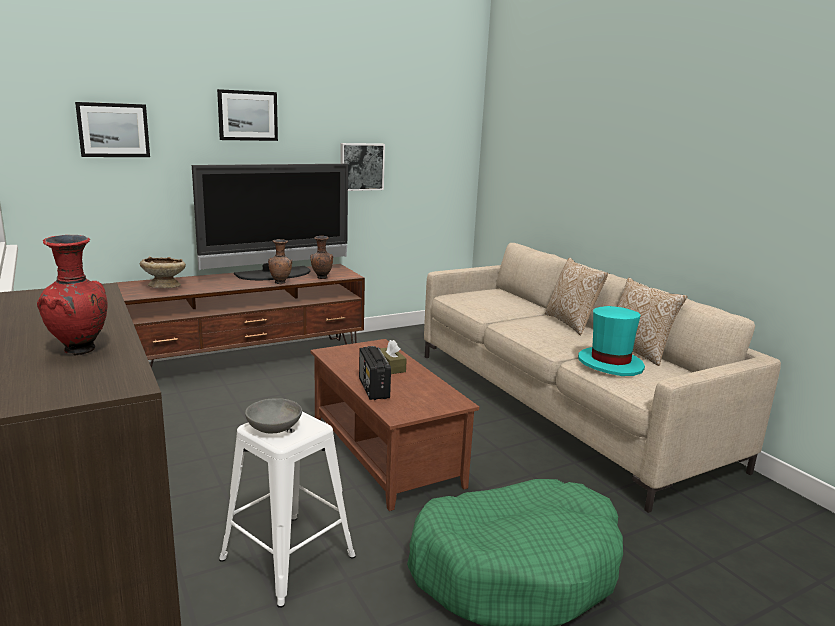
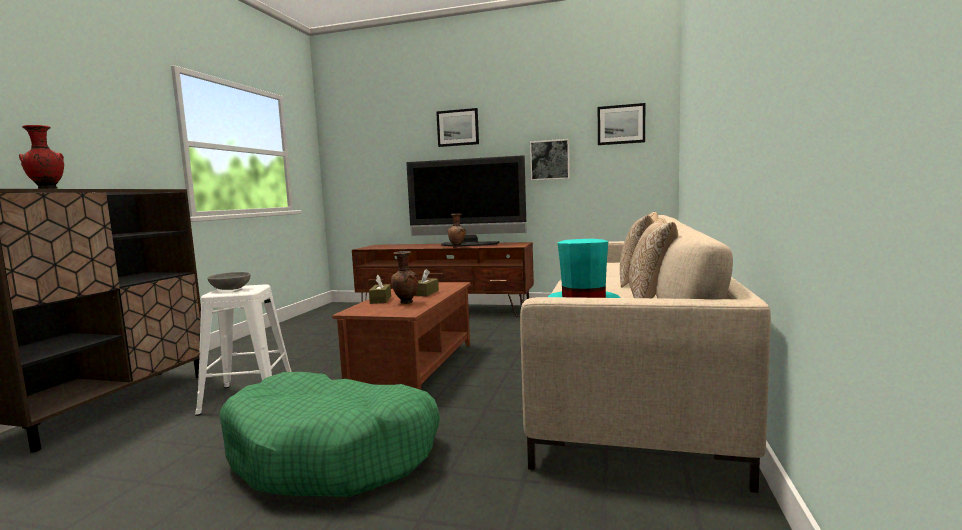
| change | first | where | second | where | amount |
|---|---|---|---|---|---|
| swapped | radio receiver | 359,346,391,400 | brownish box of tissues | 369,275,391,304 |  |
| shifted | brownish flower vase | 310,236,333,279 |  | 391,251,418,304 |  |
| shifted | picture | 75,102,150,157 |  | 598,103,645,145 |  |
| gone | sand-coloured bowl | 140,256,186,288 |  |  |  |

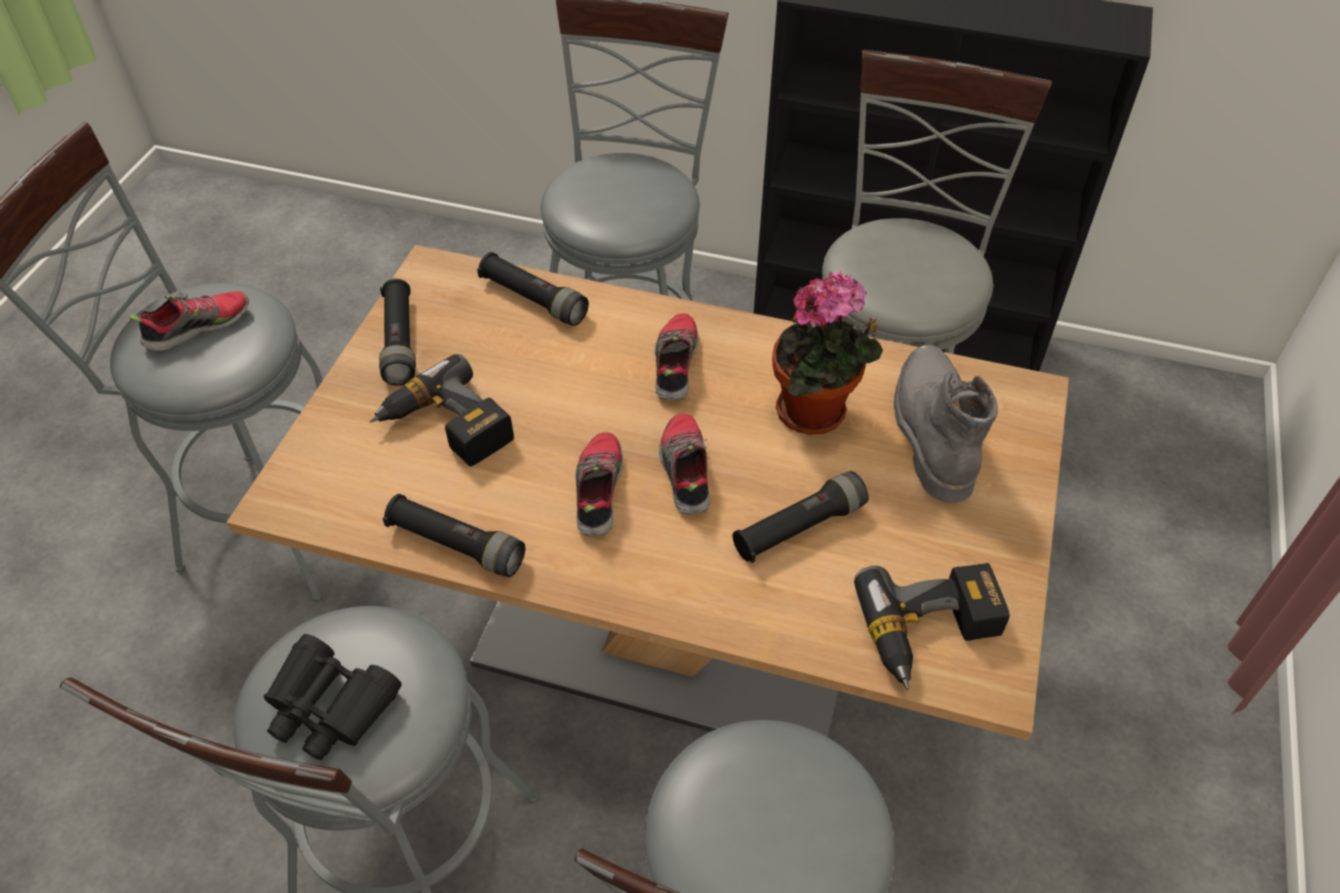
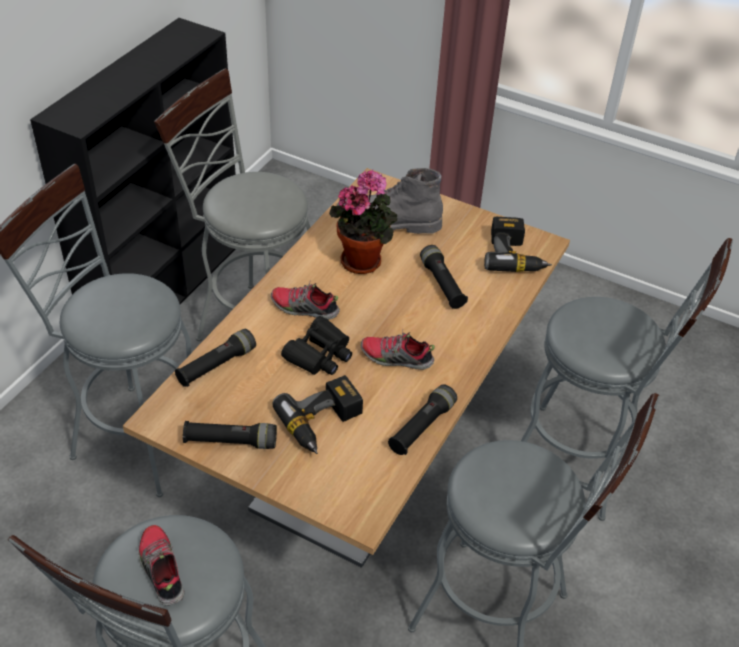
| change | first | where | second | where | amount |
|---|---|---|---|---|---|
| shifted | blackish binoculars | 264,634,402,760 |  | 281,316,352,375 |  |
| gone | low shoe | 659,413,710,514 |  |  |  |

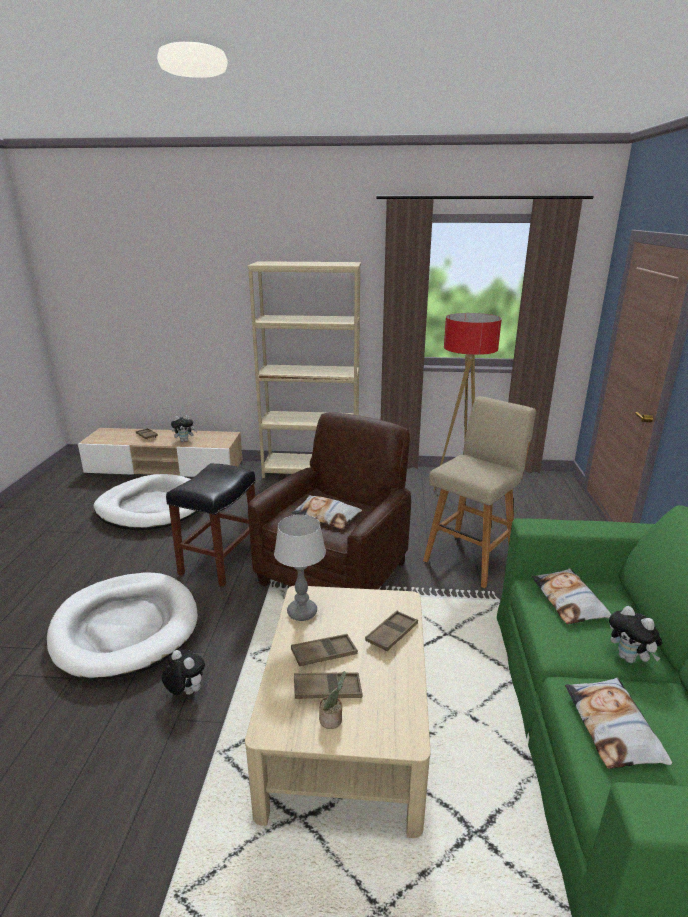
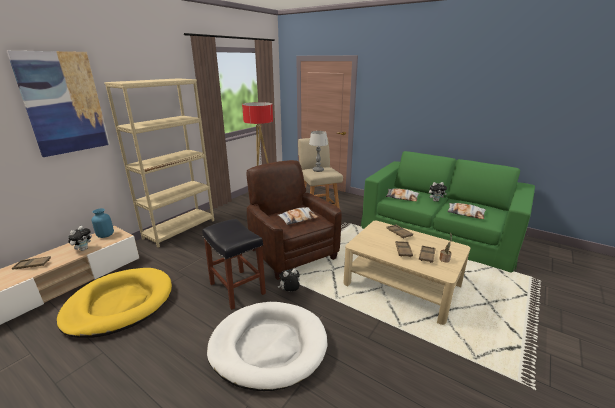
| change | first | where | second | where | amount |
|---|---|---|---|---|---|
| new |  |  | picture | 7,51,110,157 |  |
| repainted | whitish pet bed | 93,474,199,530 | yellow-coloured pet bed | 57,268,172,338 |  |
| new |  |  | blue-coloured flower vase | 91,208,114,238 |  |
| shifted | soft toy | 162,649,205,695 |  | 278,269,300,292 |  |
| shifted | tabletop lamp | 274,515,326,621 |  | 309,131,328,172 |  |

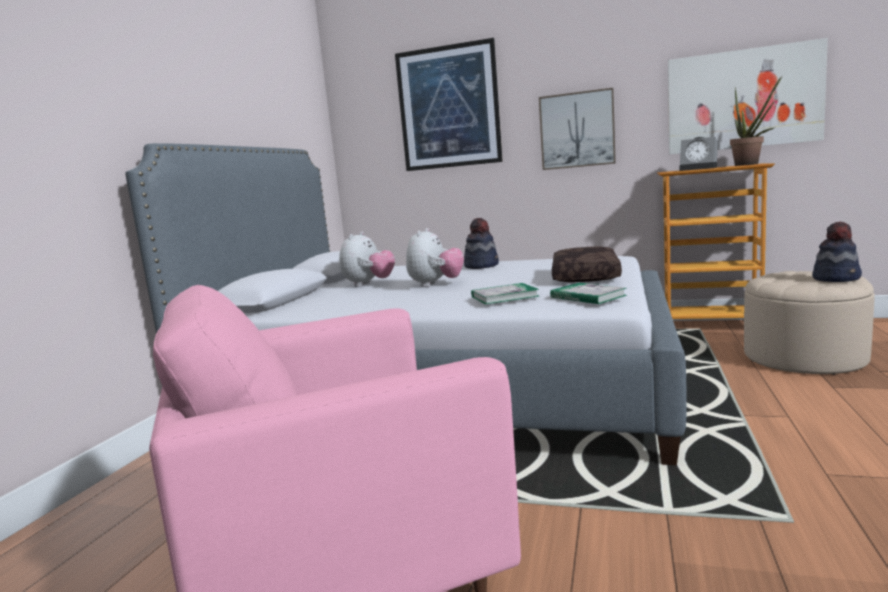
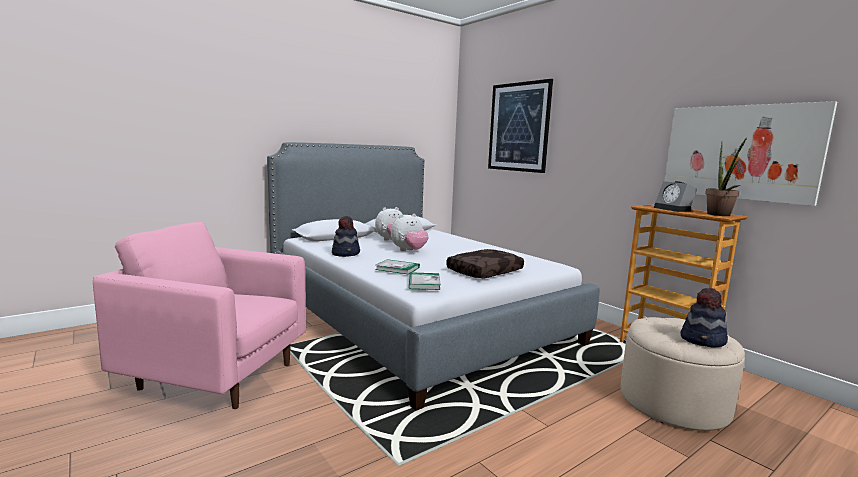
| change | first | where | second | where | amount |
|---|---|---|---|---|---|
| shifted | wearable hat | 464,218,499,269 |  | 332,216,360,257 |  |
| gone | picture | 539,88,616,170 |  |  |  |

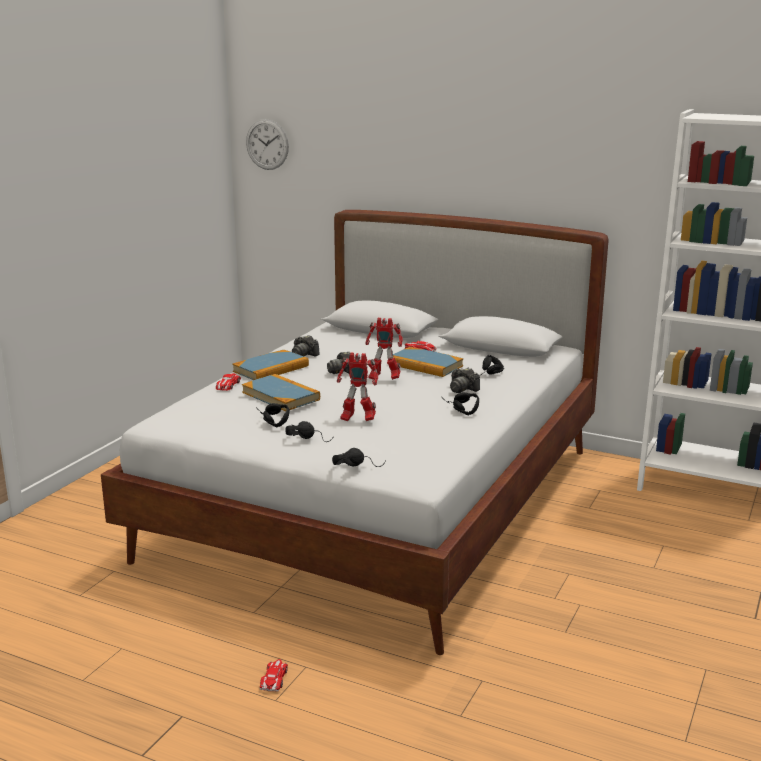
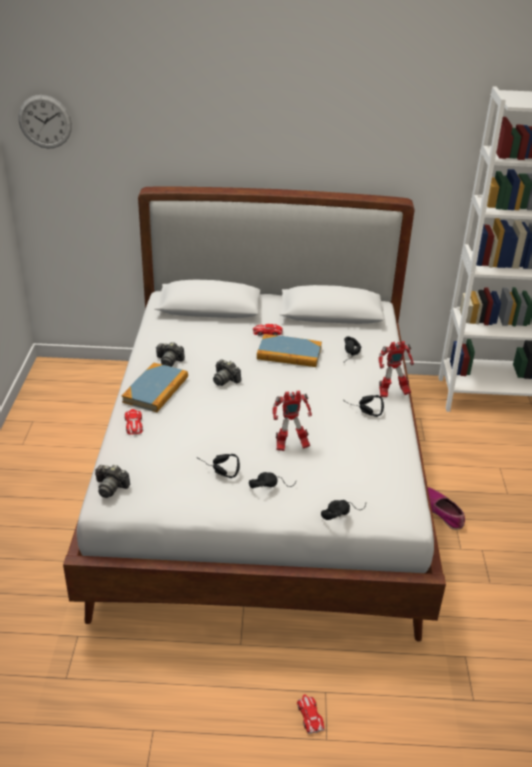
| change | first | where | second | where | amount |
|---|---|---|---|---|---|
| shifted | still camera | 450,368,480,393 |  | 95,465,130,498 |  |
| shifted | model robot | 365,318,403,380 |  | 378,341,414,397 |  |
| new |  |  | low shoe | 428,487,465,530 |  |
| gone | volume | 242,374,320,411 |  |  |  |

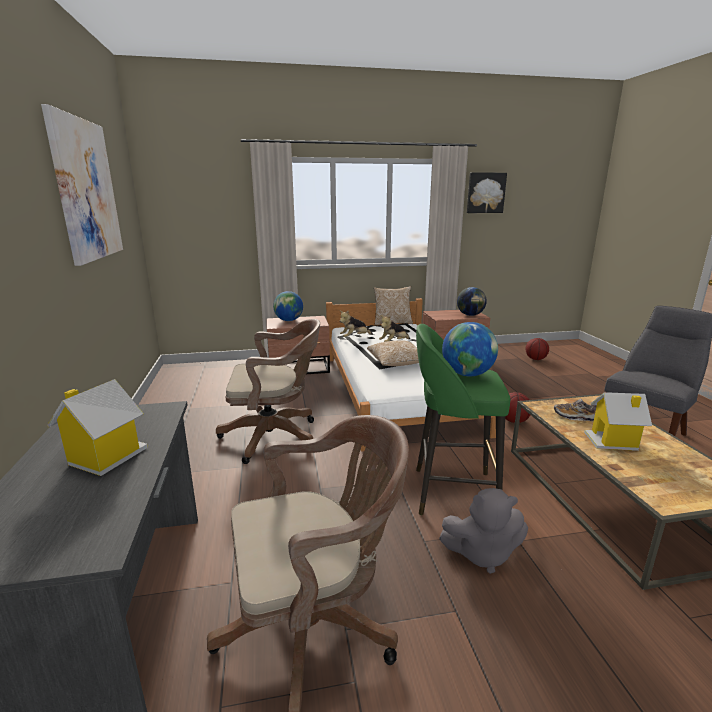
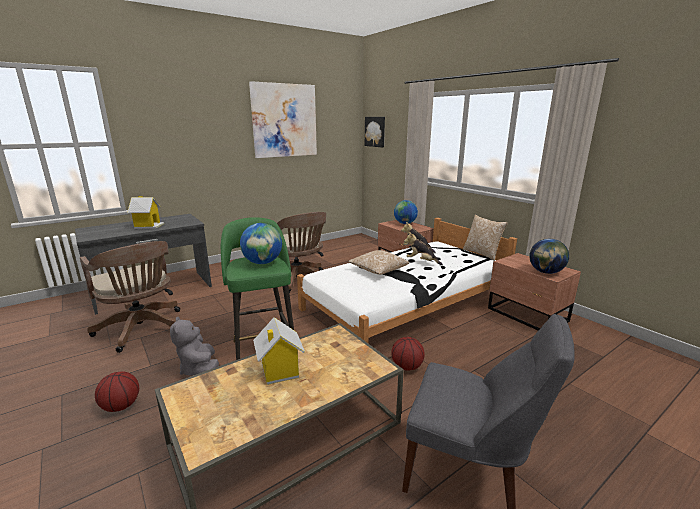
| change | first | where | second | where | amount |
|---|---|---|---|---|---|
| shifted | basketball ball | 525,338,549,360 |  | 95,371,139,412 |  |
| shifted | picture | 467,172,507,213 |  | 365,117,385,147 |  |
| gone | low shoe | 554,399,597,422 |  |  |  |

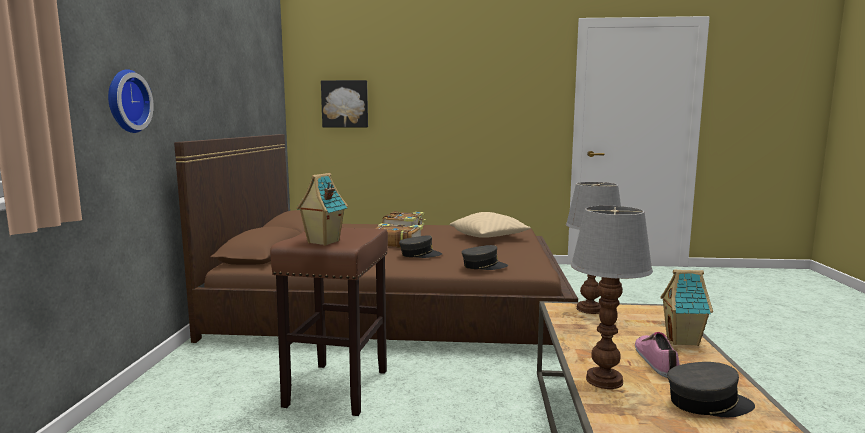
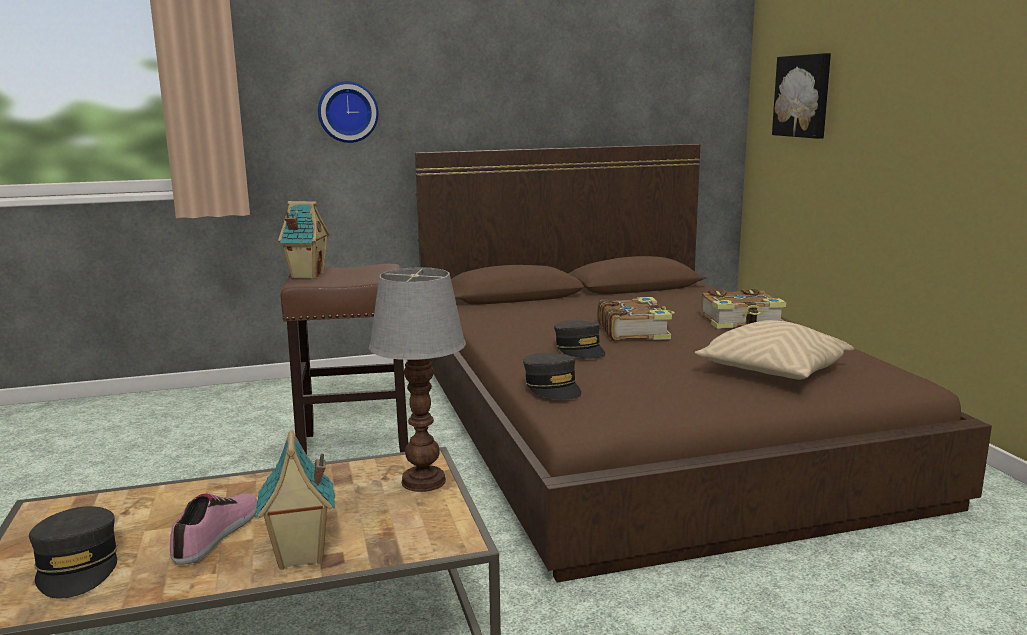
| change | first | where | second | where | amount |
|---|---|---|---|---|---|
| rotated | low shoe | 635,332,680,378 |  | 170,493,257,565 | 60 degrees counterclockwise |
| gone | tabletop lamp | 571,206,653,389 |  |  |  |

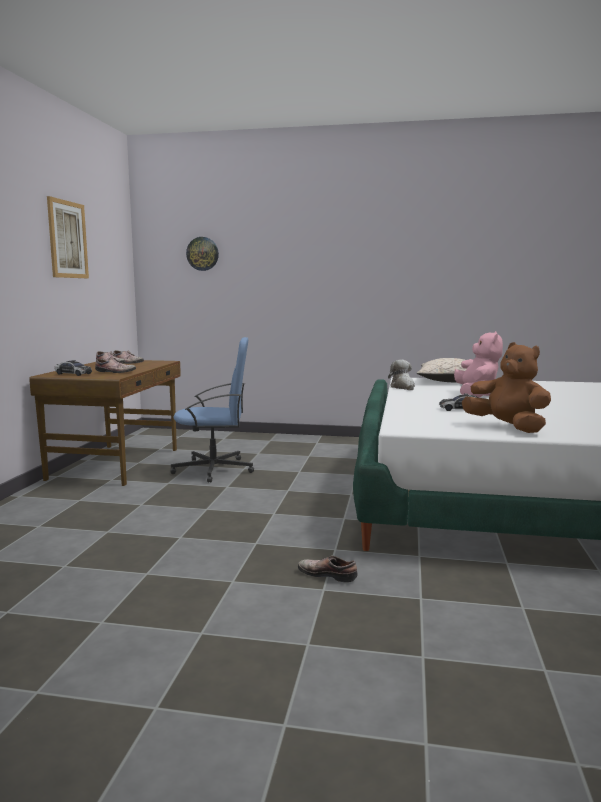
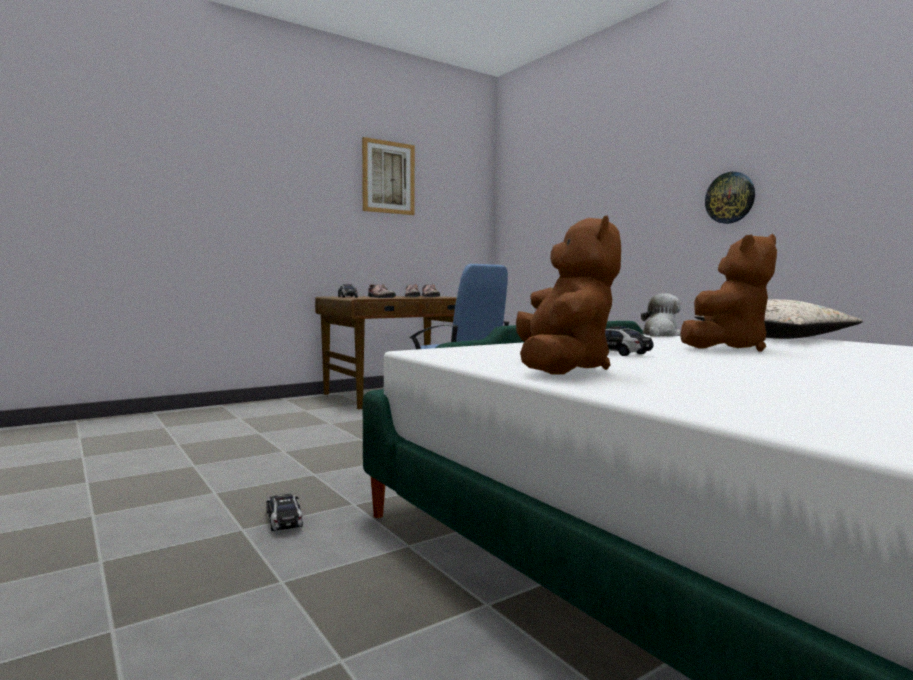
| change | first | where | second | where | amount |
|---|---|---|---|---|---|
| swapped | low shoe | 298,556,357,583 | toy car | 266,494,303,531 |  |
| repainted | pink soft toy | 454,331,503,398 | brownish soft toy | 681,234,777,352 |  |
| shifted | hanging clock | 186,237,219,271 |  | 705,172,755,224 |  |

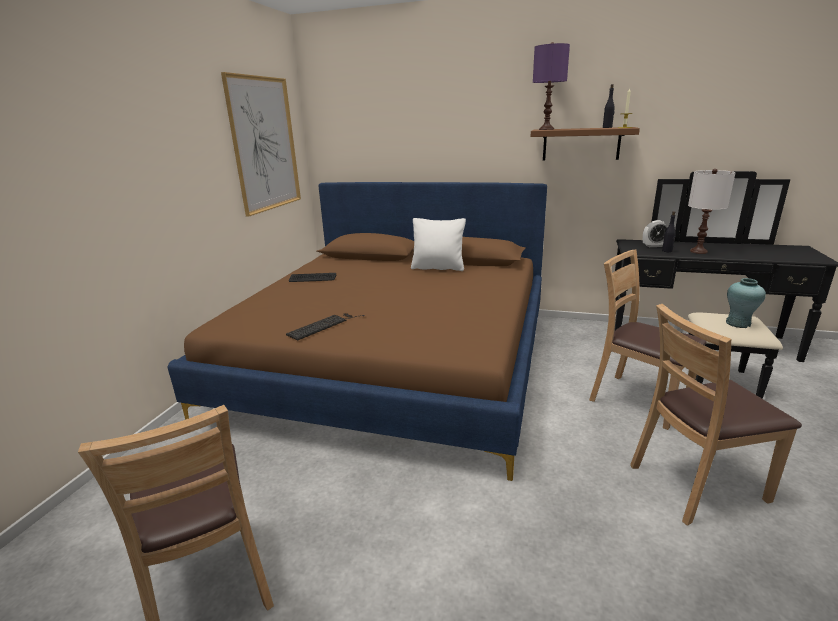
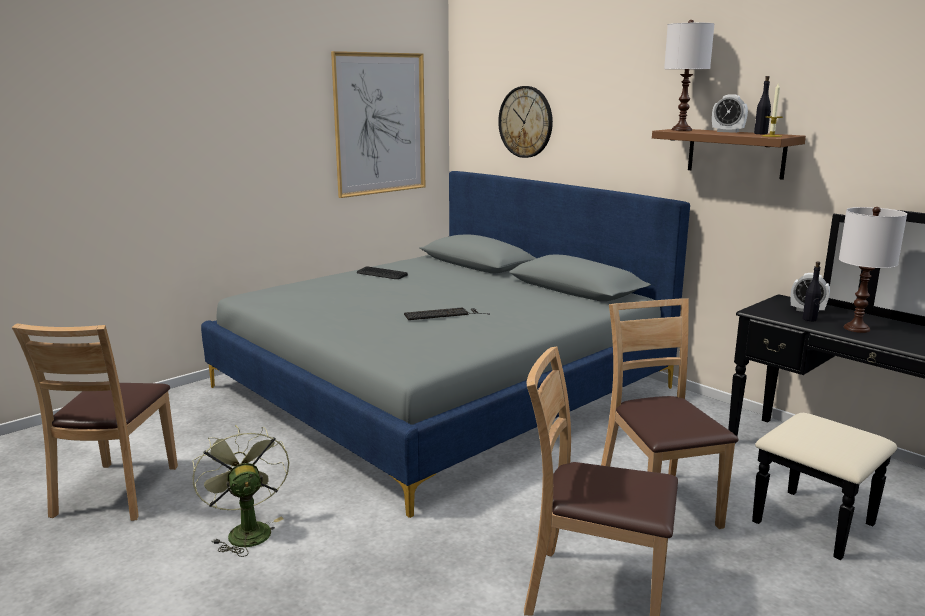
| change | first | where | second | where | amount |
|---|---|---|---|---|---|
| new |  |  | greenish cooling fan | 192,425,290,557 |  |
| repainted | brownish bedroom bed | 168,182,547,481 | grey bedroom bed | 201,171,690,518 |  |
| shifted | keyboard | 286,313,365,341 |  | 404,307,490,320 |  |
| new |  |  | hanging clock | 498,86,553,158 |  |
| repainted | purple tabletop lamp | 533,42,570,130 | whitish tabletop lamp | 664,20,714,131 |  |
| new |  |  | alarm clock | 712,94,748,133 |  |
| gone | whitish cushion | 411,218,466,271 |  |  |  |
| gone | blue-green flower vase | 726,278,766,328 |  |  |  |

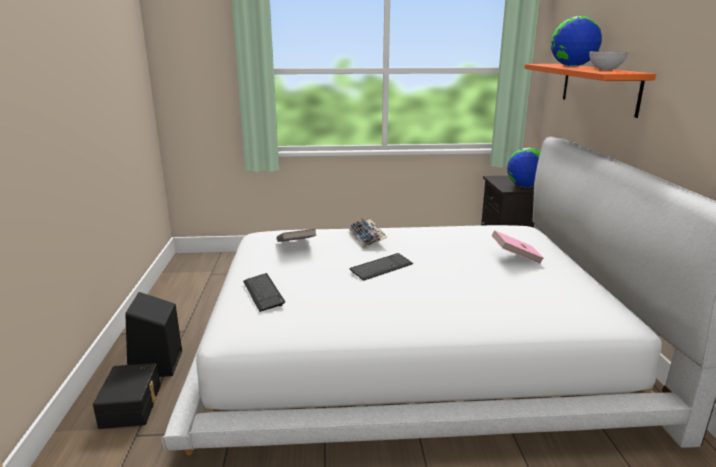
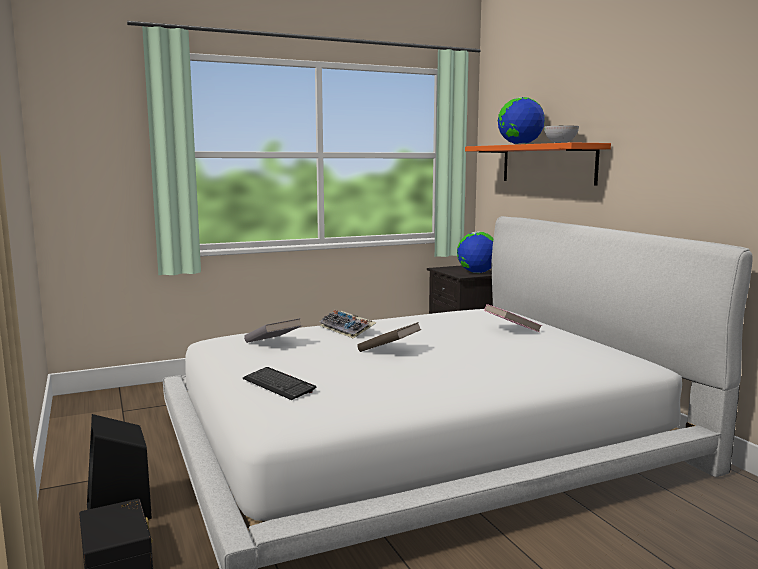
| change | first | where | second | where | amount |
|---|---|---|---|---|---|
| swapped | keyboard | 350,253,413,281 | brownish volume | 357,322,422,352 |  |

